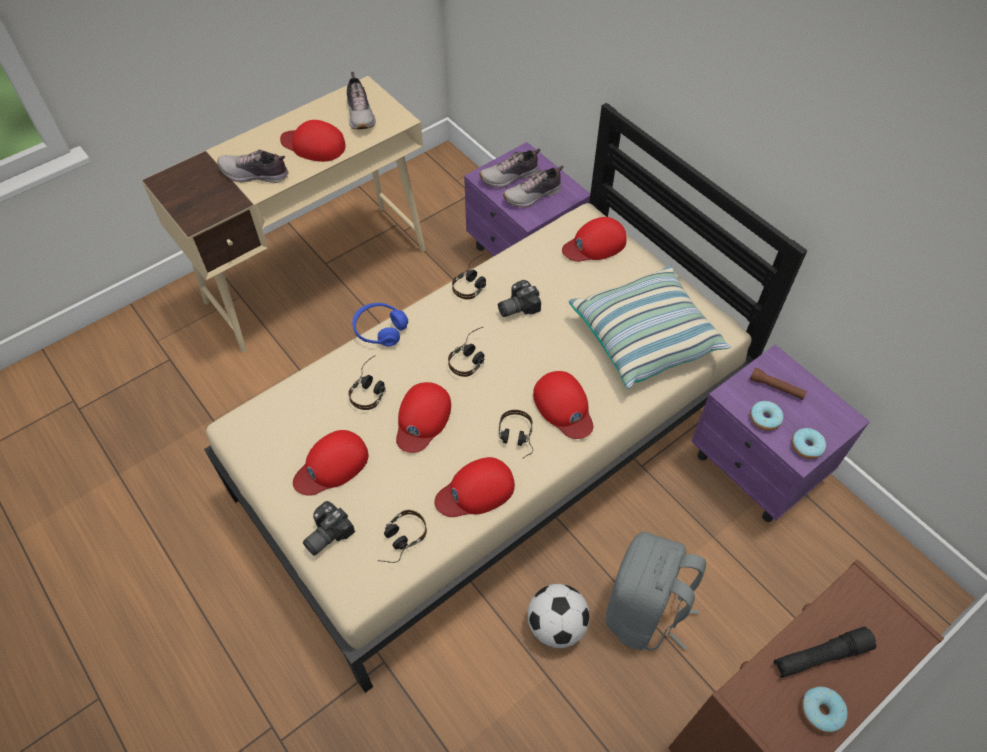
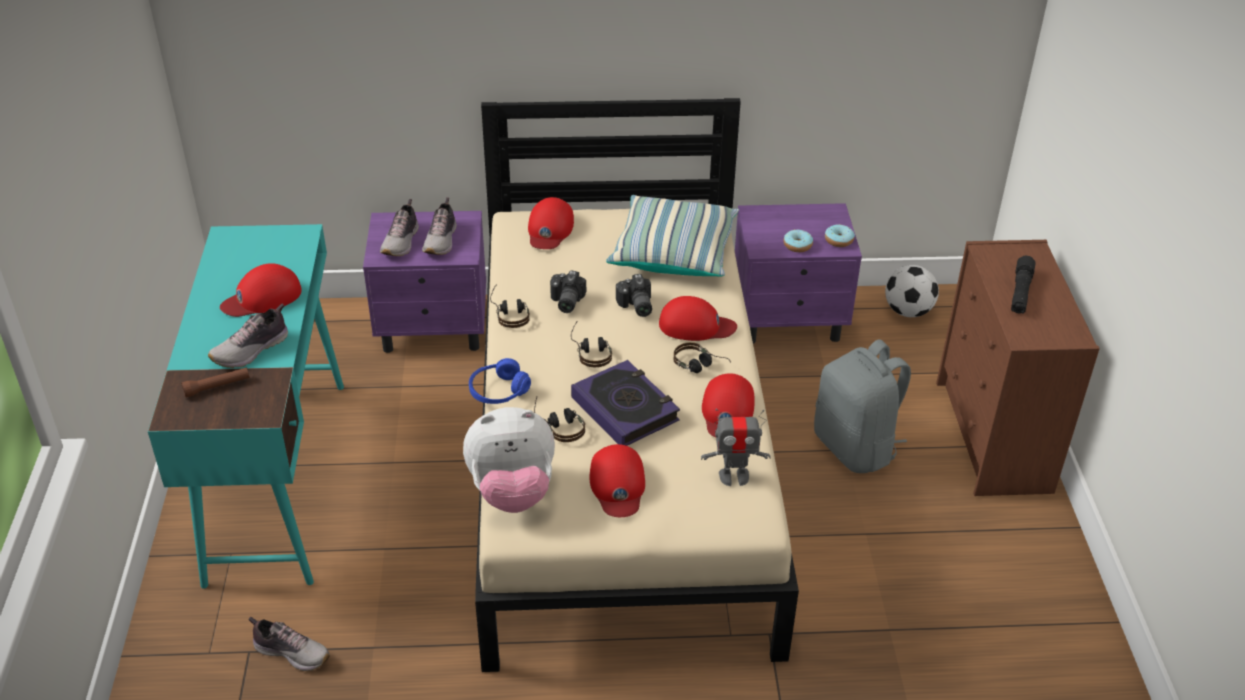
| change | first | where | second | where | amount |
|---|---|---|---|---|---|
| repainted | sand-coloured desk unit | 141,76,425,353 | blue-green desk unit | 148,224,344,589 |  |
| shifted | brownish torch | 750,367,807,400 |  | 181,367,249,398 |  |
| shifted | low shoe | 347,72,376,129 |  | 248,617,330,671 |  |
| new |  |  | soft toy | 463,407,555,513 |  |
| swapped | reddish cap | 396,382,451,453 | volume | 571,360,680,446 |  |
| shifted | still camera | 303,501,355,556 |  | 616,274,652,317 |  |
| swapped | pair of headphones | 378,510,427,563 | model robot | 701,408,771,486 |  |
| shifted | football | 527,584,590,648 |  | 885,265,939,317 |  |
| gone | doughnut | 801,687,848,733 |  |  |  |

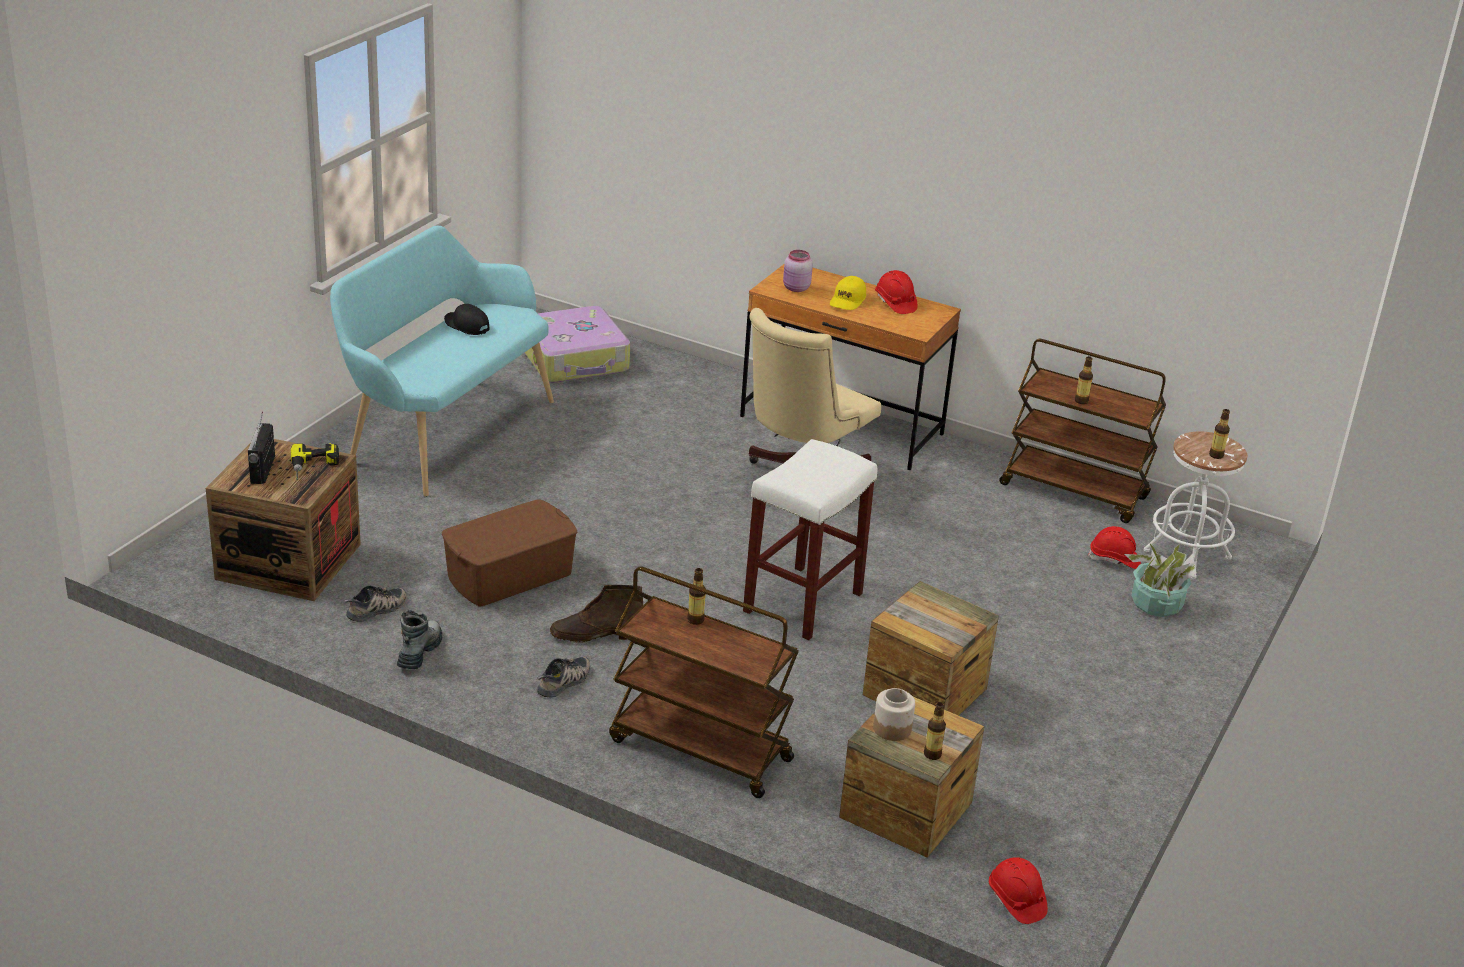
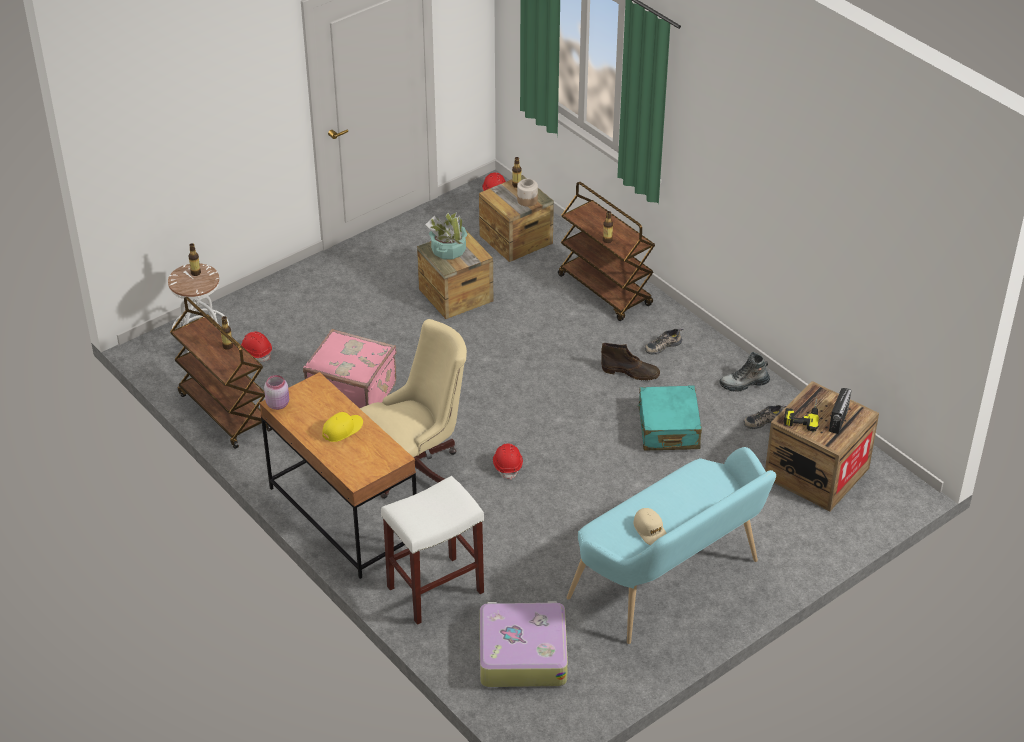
| change | first | where | second | where | amount |
|---|---|---|---|---|---|
| shifted | pink jar | 783,250,813,292 |  | 264,375,289,410 |  |
| new |  |  | pink piece of luggage | 303,329,396,408 |  |
| shifted | whitish sitting stool | 743,439,877,640 |  | 381,476,484,625 |  |
| shifted | potted plant | 1124,544,1197,617 |  | 425,212,468,260 |  |
| shifted | reddish safety helmet | 875,270,918,314 |  | 493,444,523,480 |  |
| repainted | blackish cap | 444,304,490,335 | sand-coloured cap | 633,508,667,545 |  |
| swapped | brownish storage box | 442,500,577,606 | blue-green piece of luggage | 637,385,702,451 |  |
| rotated | tall boot | 397,610,442,669 |  | 719,352,770,392 | 45 degrees clockwise |

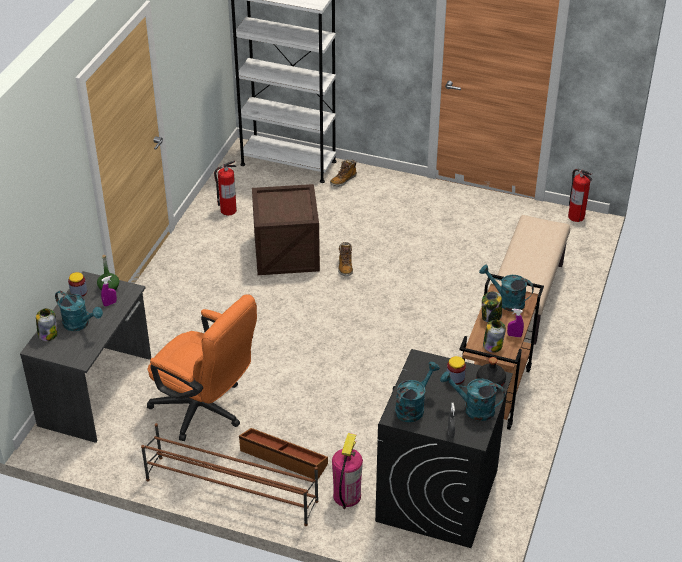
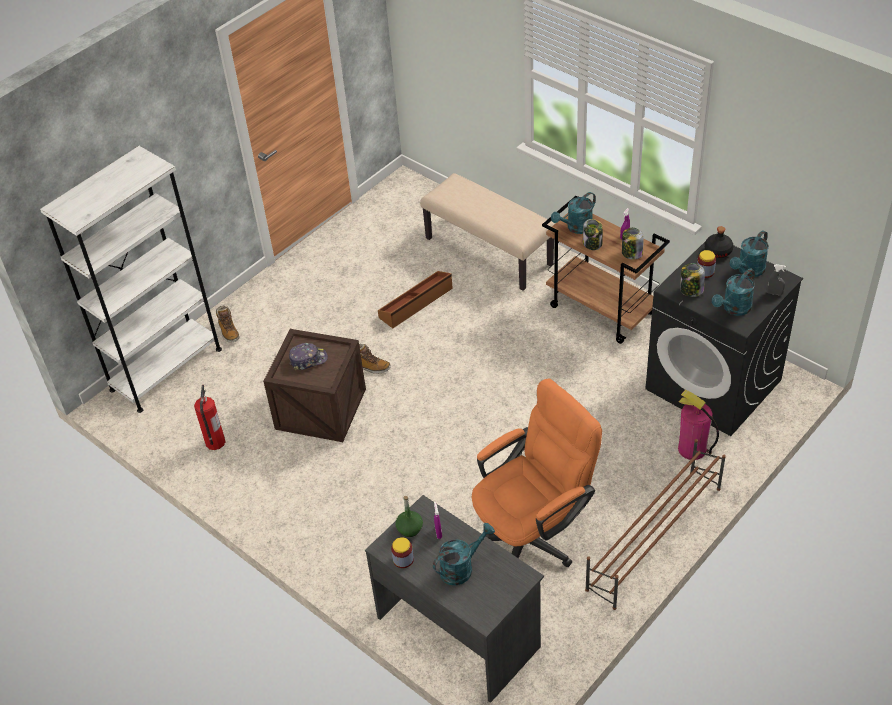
| change | first | where | second | where | amount |
|---|---|---|---|---|---|
| new |  |  | cap | 289,343,328,370 |  |
| shifted | brownish storage box | 239,428,328,480 |  | 378,271,453,329 |  |
| shifted | jar | 36,308,57,341 |  | 680,263,705,297 |  |
| rotated | blue-green watering pot | 395,362,440,422 |  | 712,268,755,316 | 105 degrees counterclockwise |
| gone | extinguisher | 568,169,592,222 |  |  |  |

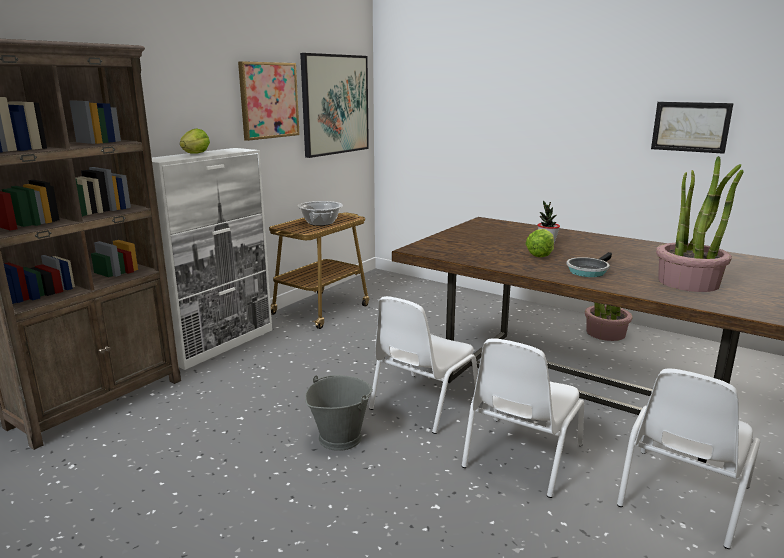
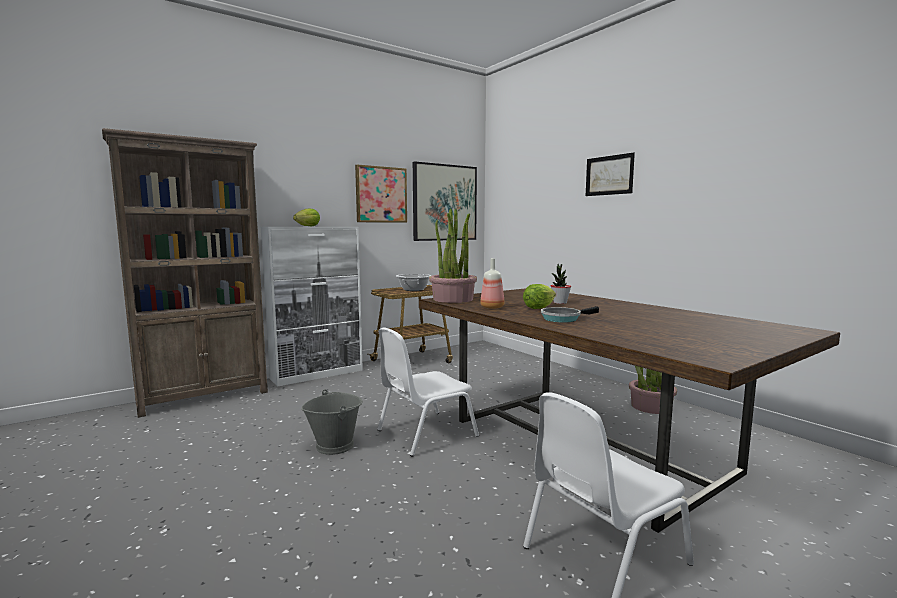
| change | first | where | second | where | amount |
|---|---|---|---|---|---|
| shifted | potted plant | 656,156,744,292 |  | 429,208,477,303 |  |
| new |  |  | drink bottle | 480,258,505,309 |  |
| shifted | picture | 651,102,734,154 |  | 586,153,635,196 |  |
| gone | whitish plain chair | 462,338,584,498 |  |  |  |

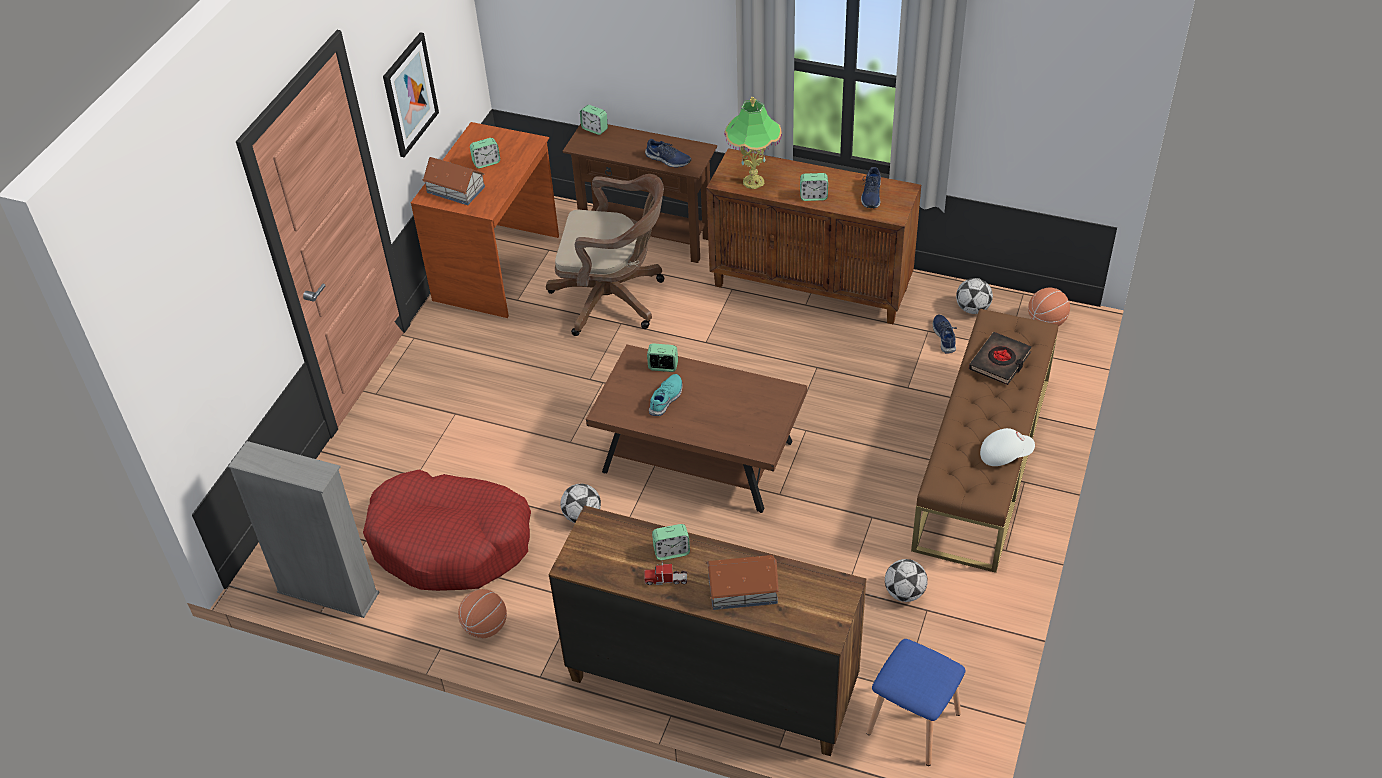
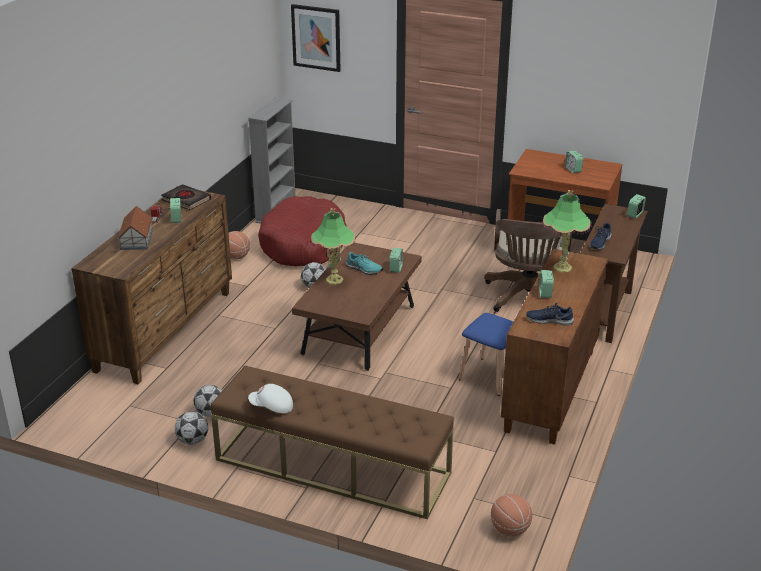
| change | first | where | second | where | amount |
|---|---|---|---|---|---|
| shifted | blackish volume | 969,332,1032,385 |  | 161,184,211,210 |  |
| shifted | football | 956,278,993,314 |  | 175,411,208,445 |  |
| rotated | whitish cap | 980,428,1035,466 |  | 248,384,293,413 | 105 degrees clockwise |
| shifted | picture | 383,32,439,157 |  | 291,4,341,72 |  |
| new |  |  | tabletop lamp | 311,208,356,285 |  |
| shifted | blue-coloured sitting stool | 866,639,966,766 |  | 458,313,513,396 |  |
| gone | model house | 422,157,485,205 |  |  |  |
| gone | blue-coloured low shoe | 933,314,957,353 |  |  |  |

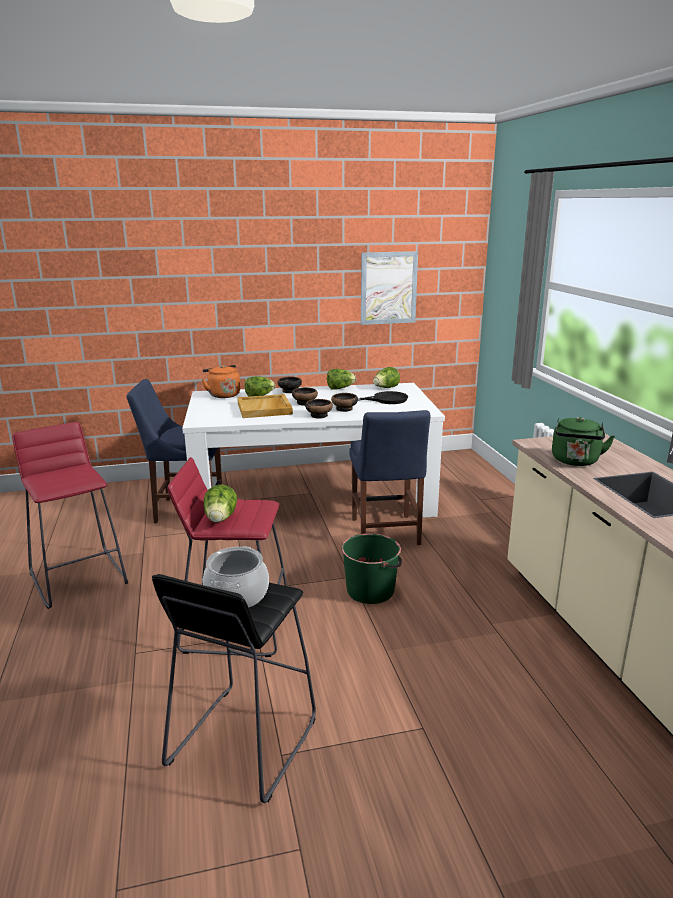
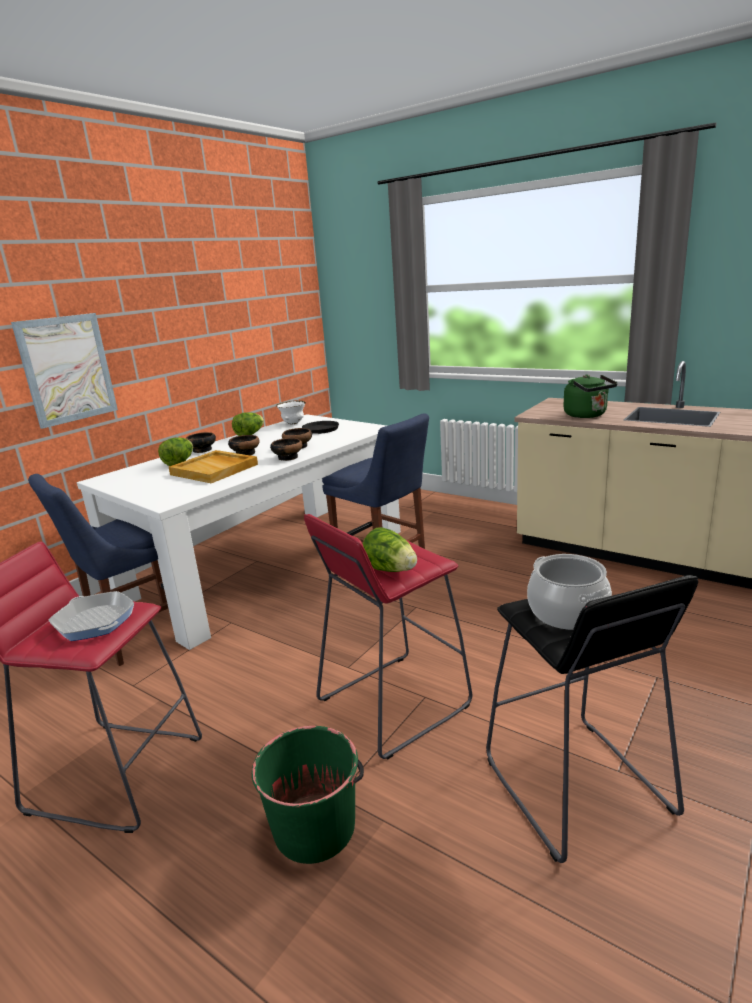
| change | first | where | second | where | amount |
|---|---|---|---|---|---|
| shifted | picture | 361,251,418,325 |  | 11,313,118,429 |  |
| new |  |  | pan | 49,591,134,641 |  |
| shifted | greenish water bucket | 341,533,402,604 |  | 252,726,364,864 |  |
| swapped | lettuce | 373,367,400,388 | whitish bowl | 276,401,306,424 |  |
| gone | orange-coloured tea kettle | 202,365,240,398 |  |  |  |

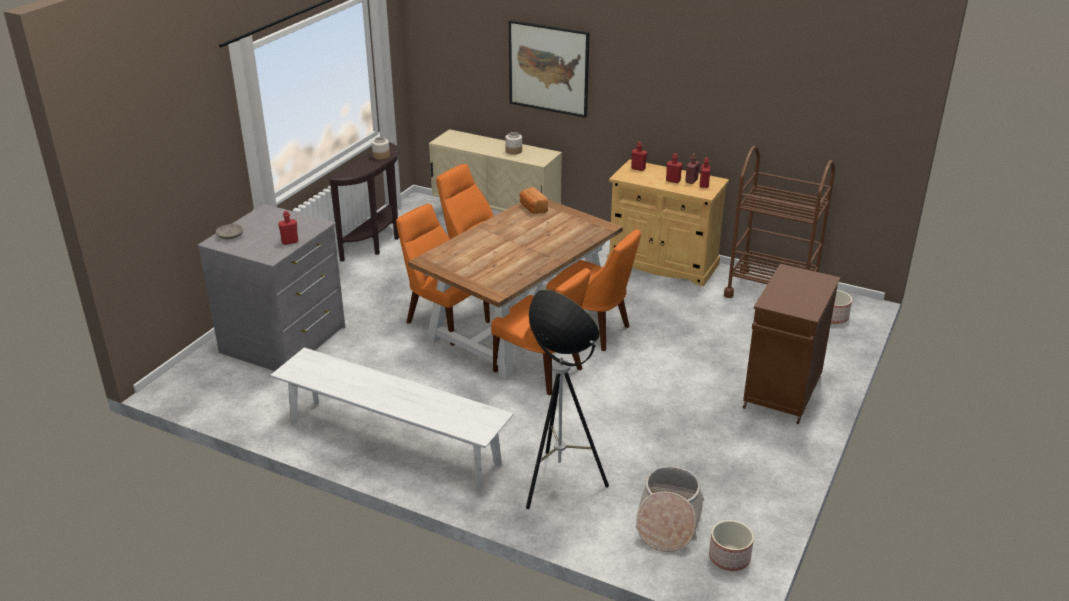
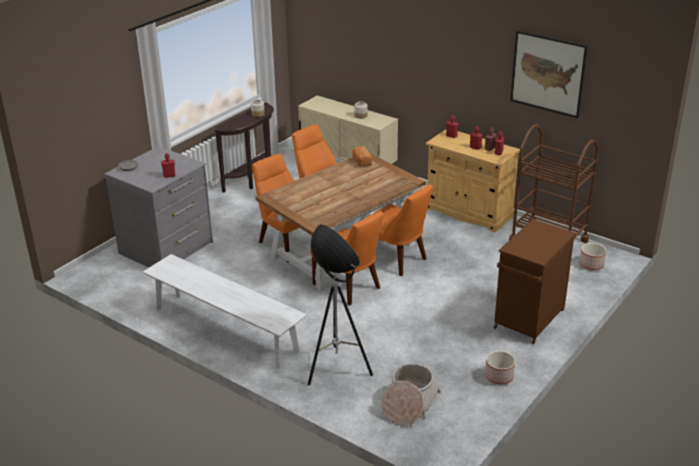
| change | first | where | second | where | amount |
|---|---|---|---|---|---|
| shifted | plant pot | 709,520,754,571 |  | 485,351,515,385 |  |
| shifted | picture | 509,20,590,118 |  | 510,31,588,118 |  |

